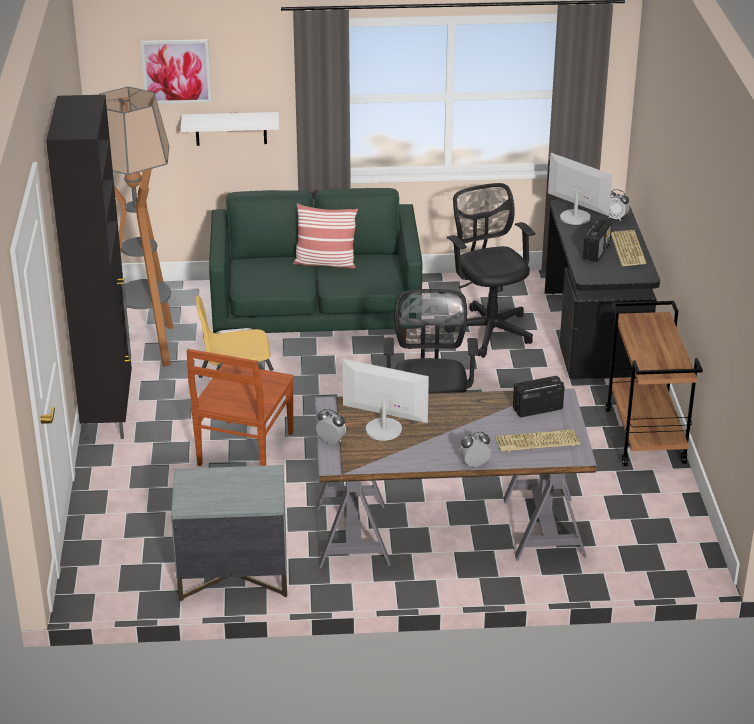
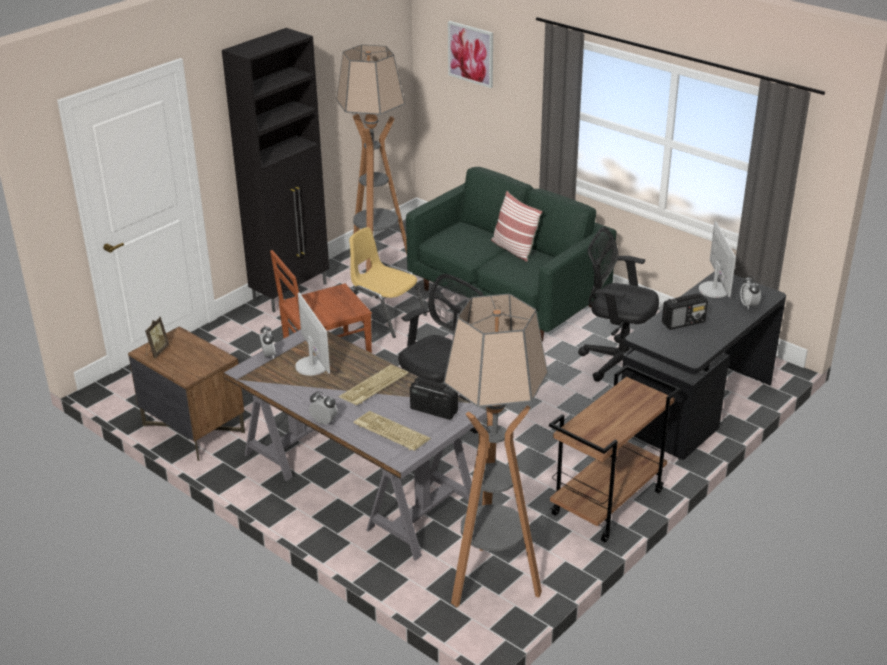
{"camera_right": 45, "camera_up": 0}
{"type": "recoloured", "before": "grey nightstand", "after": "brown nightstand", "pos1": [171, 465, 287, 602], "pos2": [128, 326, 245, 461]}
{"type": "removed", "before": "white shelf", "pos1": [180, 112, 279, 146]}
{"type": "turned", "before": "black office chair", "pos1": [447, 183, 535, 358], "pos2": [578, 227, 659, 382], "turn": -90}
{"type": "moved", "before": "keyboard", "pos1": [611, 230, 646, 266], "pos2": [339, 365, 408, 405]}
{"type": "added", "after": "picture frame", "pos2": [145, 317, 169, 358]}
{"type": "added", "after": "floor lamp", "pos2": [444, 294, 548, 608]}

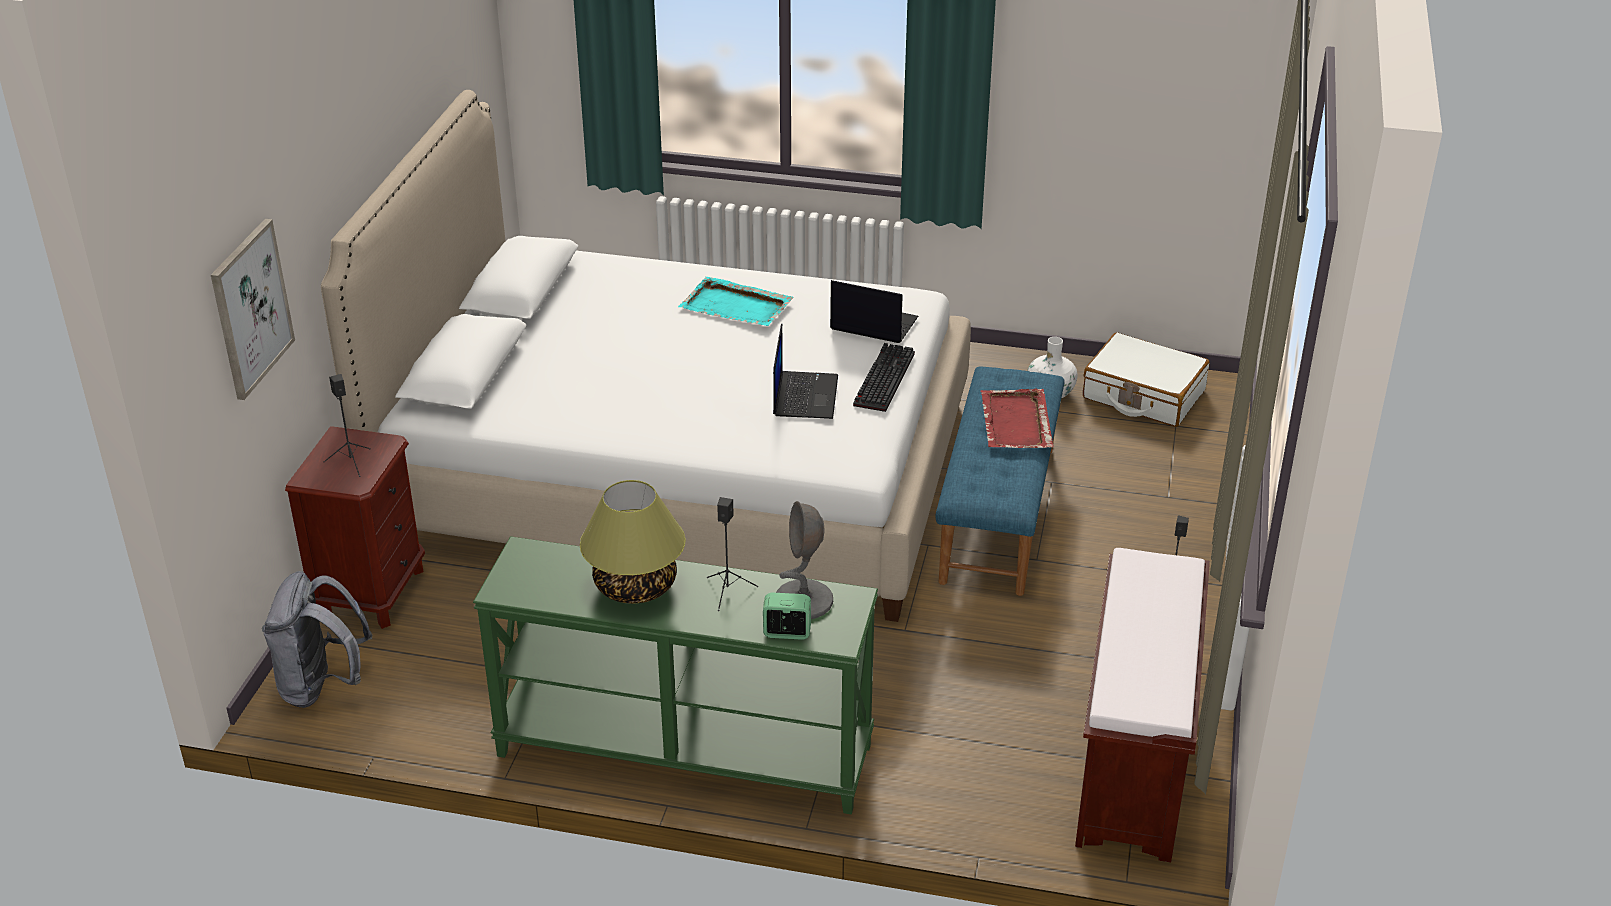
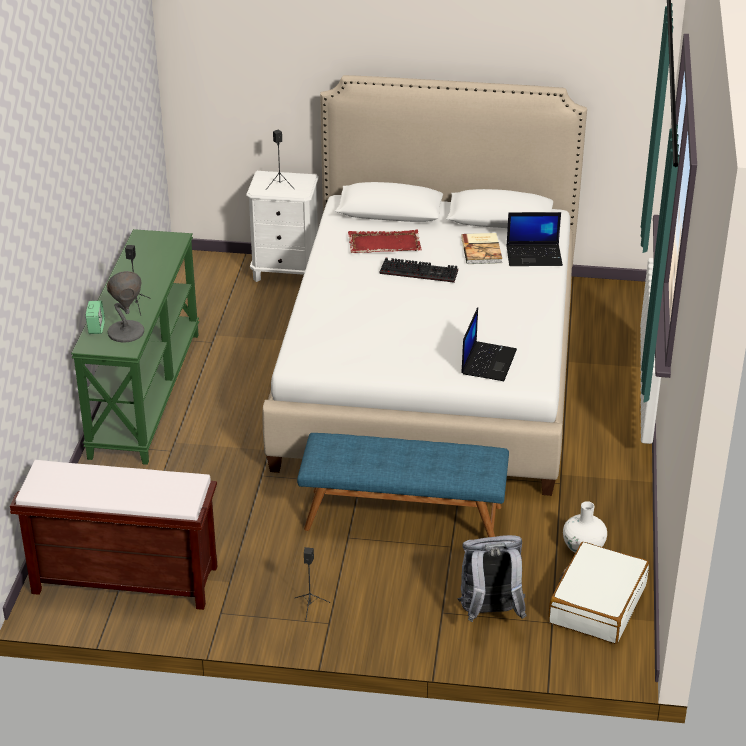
{"camera_right": 85, "camera_up": 0}
{"type": "removed", "before": "picture", "pos1": [211, 219, 295, 400]}
{"type": "moved", "before": "grey backpack", "pos1": [262, 571, 372, 708], "pos2": [458, 535, 527, 622]}
{"type": "recoloured", "before": "brown nightstand", "after": "white nightstand", "pos1": [285, 426, 425, 629], "pos2": [246, 171, 319, 282]}
{"type": "removed", "before": "table lamp", "pos1": [580, 480, 686, 604]}
{"type": "removed", "before": "turquoise tray", "pos1": [678, 277, 794, 326]}
{"type": "moved", "before": "laptop", "pos1": [773, 324, 838, 419], "pos2": [506, 212, 563, 266]}
{"type": "moved", "before": "keyboard", "pos1": [853, 343, 915, 412], "pos2": [380, 257, 458, 283]}
{"type": "moved", "before": "red tray", "pos1": [980, 389, 1054, 448], "pos2": [348, 229, 422, 253]}
{"type": "added", "after": "book", "pos2": [461, 233, 502, 264]}

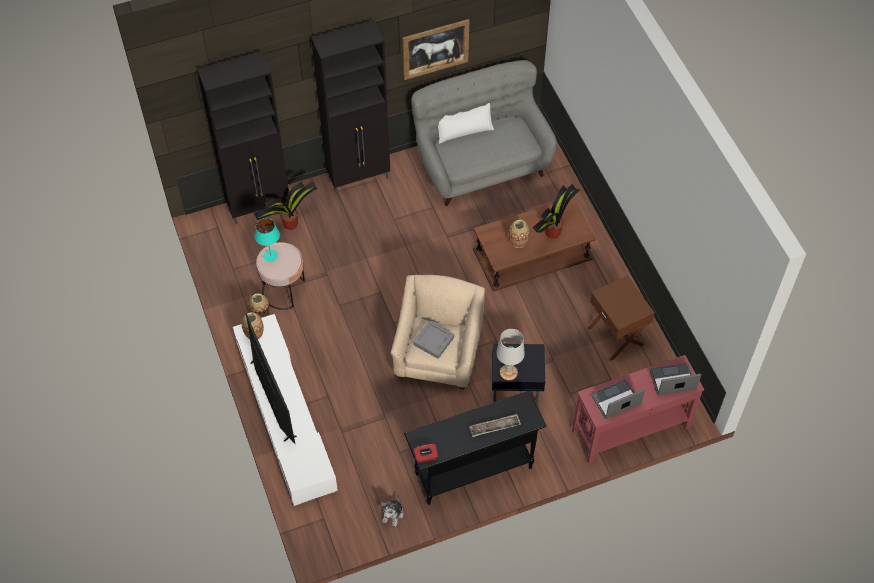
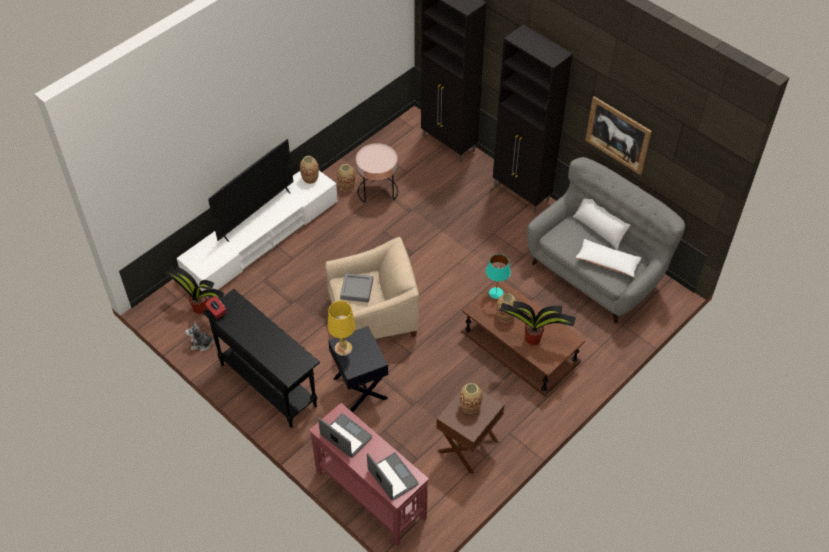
{"camera_right": 65, "camera_up": -5}
{"type": "moved", "before": "potted plant", "pos1": [254, 181, 318, 230], "pos2": [163, 266, 224, 314]}
{"type": "moved", "before": "turquoise table lamp", "pos1": [254, 218, 280, 262], "pos2": [486, 254, 511, 299]}
{"type": "removed", "before": "tray", "pos1": [469, 414, 521, 437]}
{"type": "recoloured", "before": "white table lamp", "after": "yellow table lamp", "pos1": [496, 329, 525, 380], "pos2": [328, 301, 356, 356]}
{"type": "added", "after": "vase", "pos2": [460, 383, 483, 414]}
{"type": "added", "after": "white pillow", "pos2": [575, 239, 642, 277]}

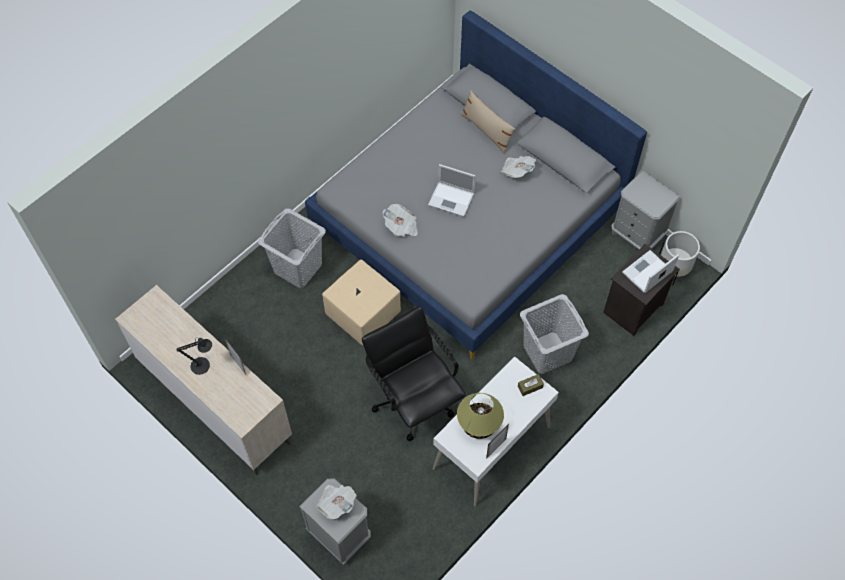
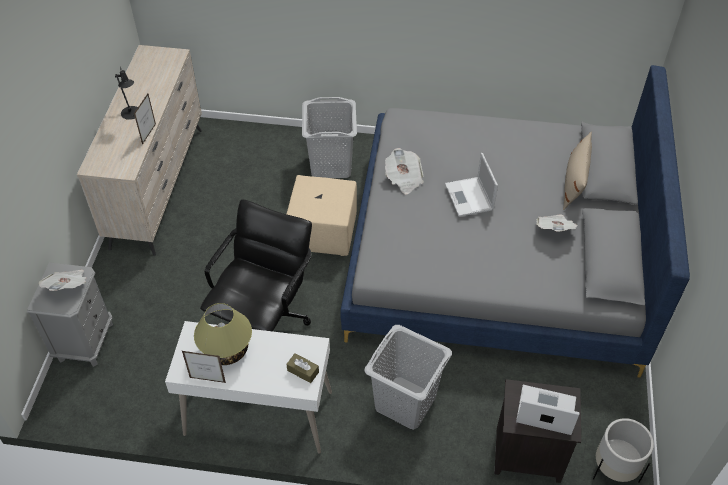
{"camera_right": 55, "camera_up": -10}
{"type": "removed", "before": "grey nightstand", "pos1": [611, 171, 680, 249]}

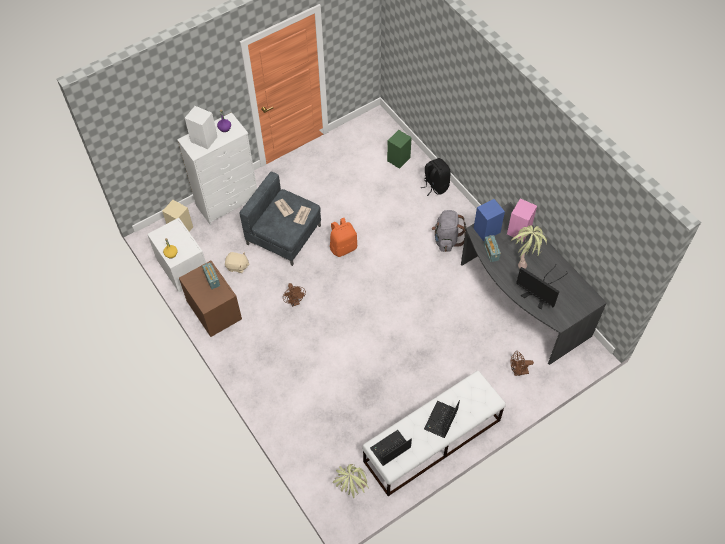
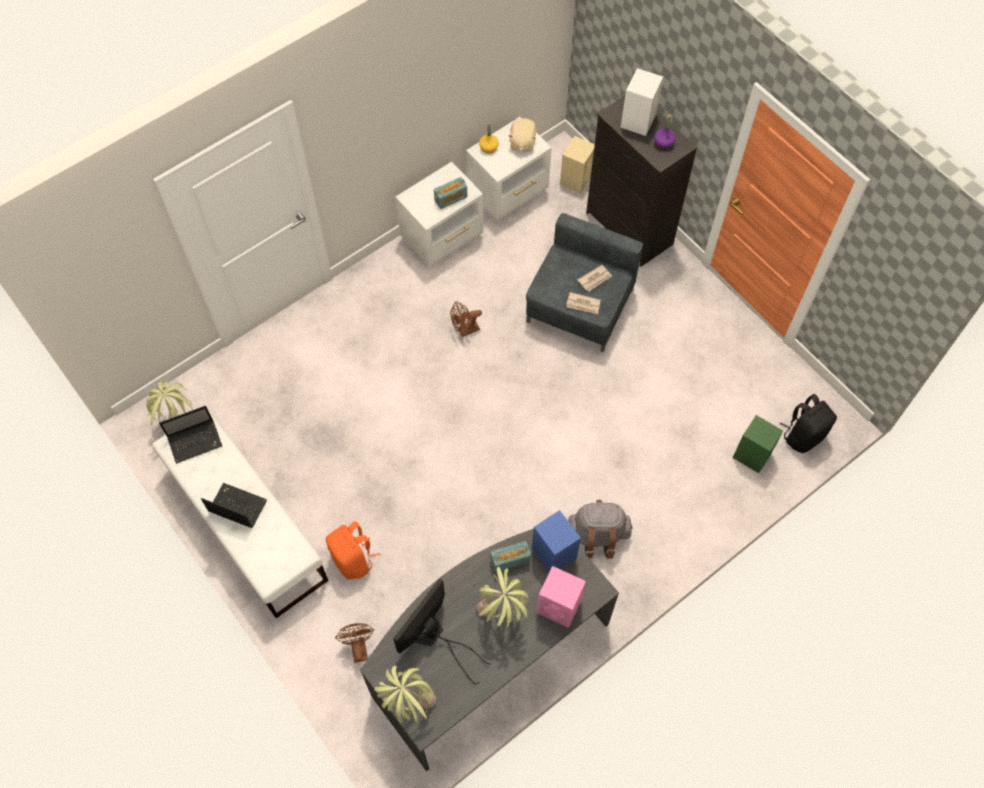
{"camera_right": 85, "camera_up": 5}
{"type": "recoloured", "before": "white dresser", "after": "black dresser", "pos1": [177, 112, 257, 225], "pos2": [586, 96, 698, 267]}
{"type": "recoloured", "before": "brown nightstand", "after": "white nightstand", "pos1": [179, 261, 242, 337], "pos2": [395, 162, 483, 267]}
{"type": "moved", "before": "beige plush toy", "pos1": [225, 252, 250, 273], "pos2": [508, 118, 537, 151]}
{"type": "moved", "before": "orange backpack", "pos1": [330, 218, 357, 257], "pos2": [326, 521, 380, 580]}
{"type": "turned", "before": "laptop", "pos1": [370, 430, 412, 466], "pos2": [159, 406, 222, 464], "turn": 105}
{"type": "moved", "before": "black backpack", "pos1": [420, 158, 451, 196], "pos2": [780, 394, 837, 453]}
{"type": "added", "after": "potted plant", "pos2": [374, 666, 436, 724]}

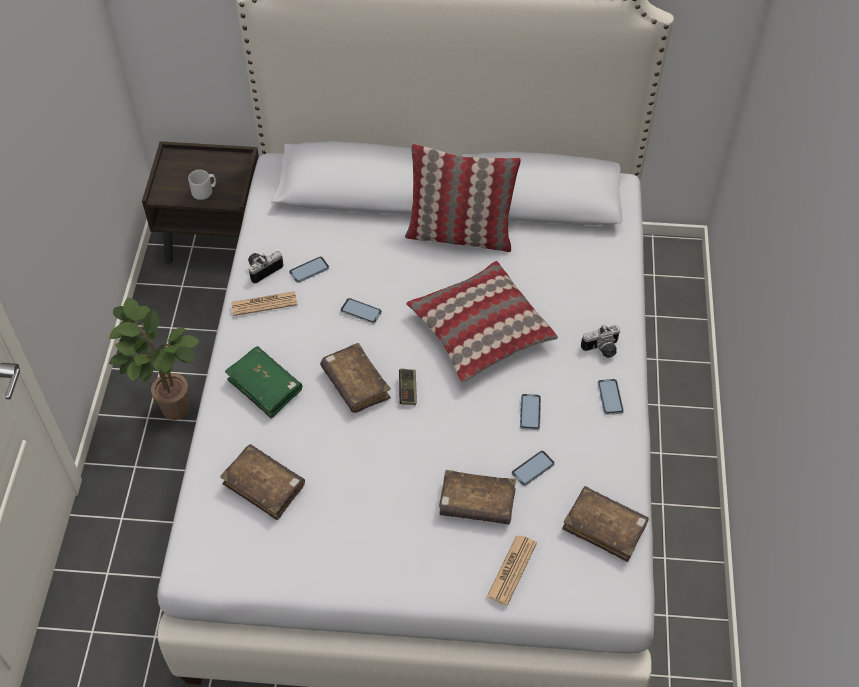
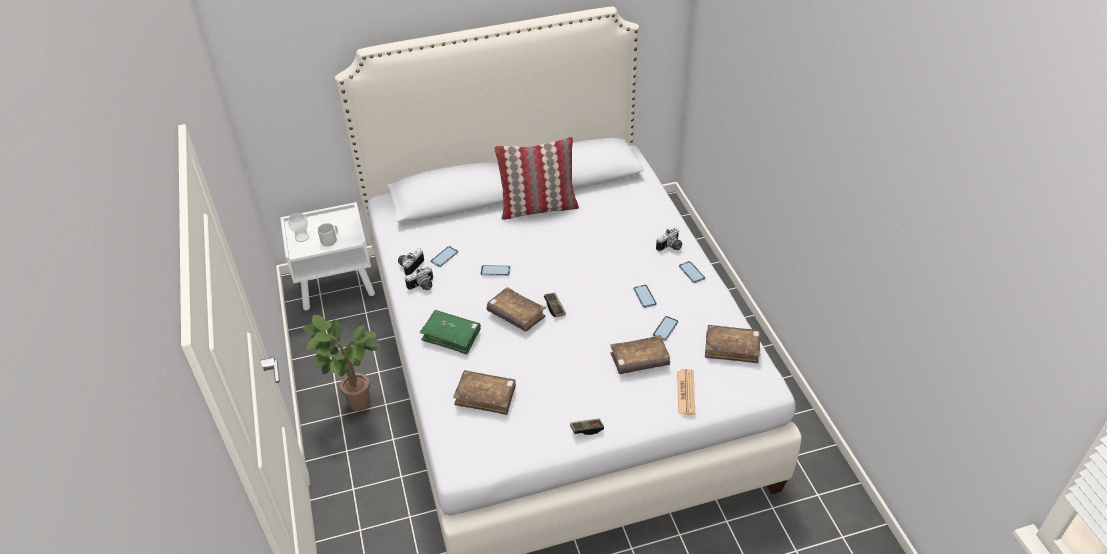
{"camera_right": -20, "camera_up": -10}
{"type": "recoloured", "before": "brown nightstand", "after": "white nightstand", "pos1": [142, 141, 259, 264], "pos2": [280, 202, 375, 310]}
{"type": "replaced", "before": "newspaper", "after": "photo camera", "pos1": [231, 291, 297, 316], "pos2": [405, 266, 433, 290]}
{"type": "removed", "before": "pillow", "pos1": [406, 261, 558, 382]}
{"type": "added", "after": "cup", "pos2": [288, 213, 309, 242]}
{"type": "added", "after": "game controller", "pos2": [570, 418, 604, 435]}

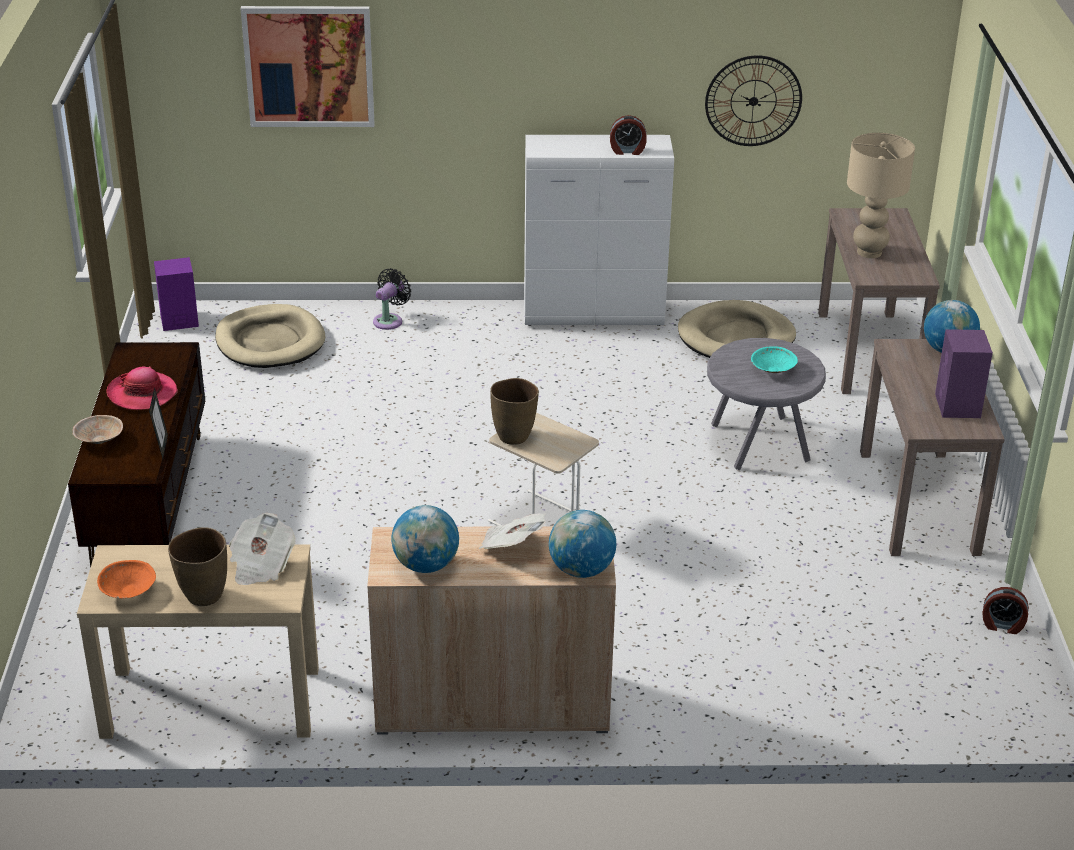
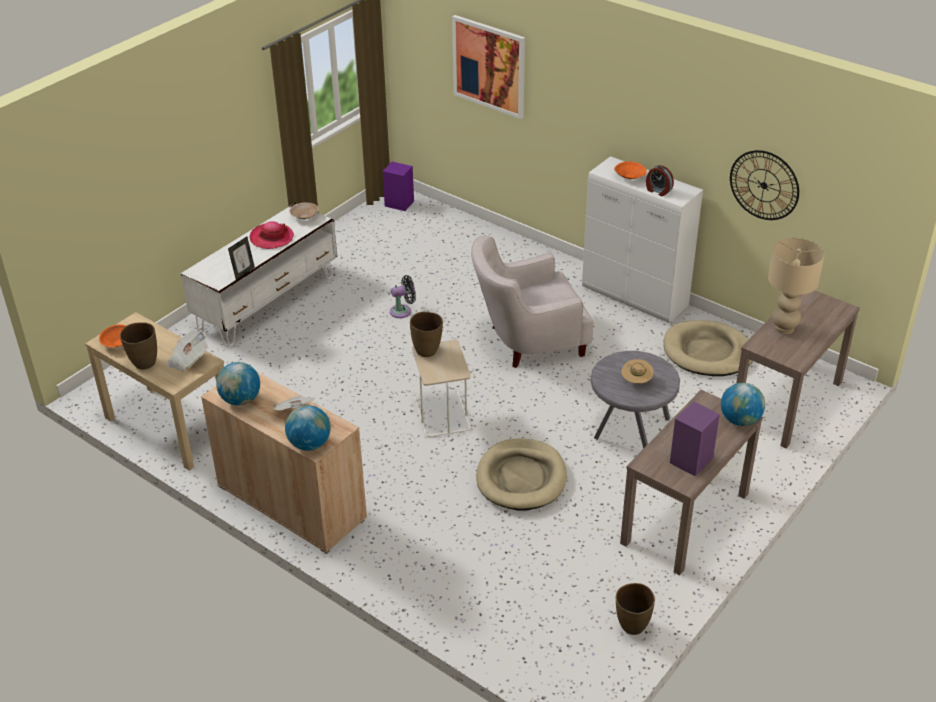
{"camera_right": 40, "camera_up": 5}
{"type": "recoloured", "before": "brown tv stand", "after": "white tv stand", "pos1": [68, 342, 205, 568], "pos2": [181, 203, 337, 347]}
{"type": "moved", "before": "beige bowl", "pos1": [72, 415, 123, 444], "pos2": [290, 202, 319, 219]}
{"type": "moved", "before": "beige dog bed", "pos1": [215, 304, 326, 368], "pos2": [476, 438, 567, 510]}
{"type": "moved", "before": "black fan", "pos1": [373, 268, 411, 330], "pos2": [390, 275, 416, 318]}
{"type": "replaced", "before": "turquoise bowl", "after": "beige hat", "pos1": [751, 346, 798, 373], "pos2": [621, 359, 654, 384]}
{"type": "replaced", "before": "alarm clock", "after": "brown vase", "pos1": [982, 587, 1029, 634], "pos2": [616, 583, 655, 635]}
{"type": "added", "after": "white armchair", "pos2": [471, 236, 593, 368]}
{"type": "added", "after": "orange bowl", "pos2": [614, 161, 647, 179]}

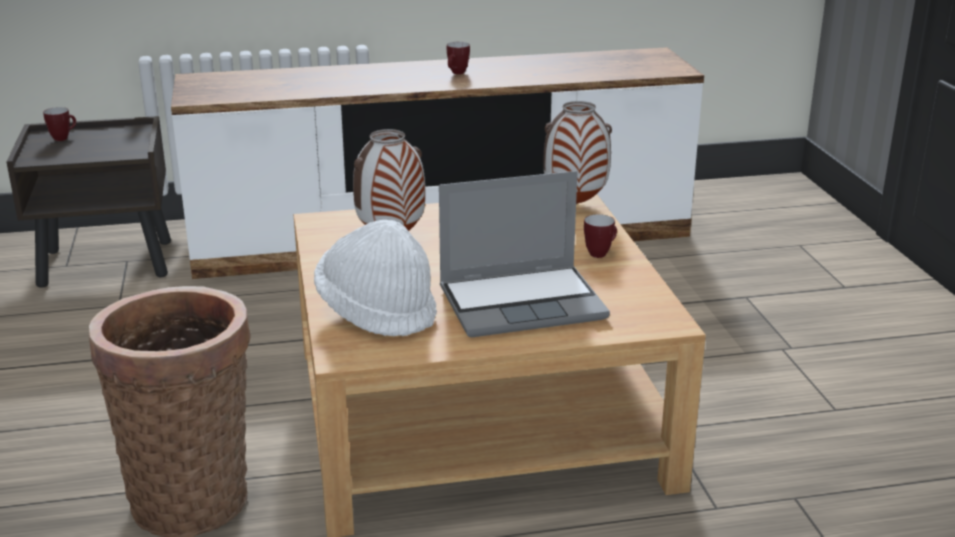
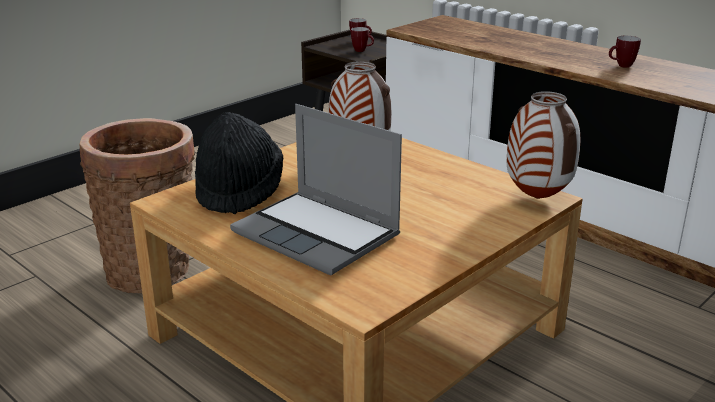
{"camera_right": 55, "camera_up": 0}
{"type": "recoloured", "before": "white hat", "after": "black hat", "pos1": [314, 220, 437, 337], "pos2": [195, 112, 283, 214]}
{"type": "moved", "before": "mug", "pos1": [584, 214, 617, 258], "pos2": [351, 27, 374, 52]}

